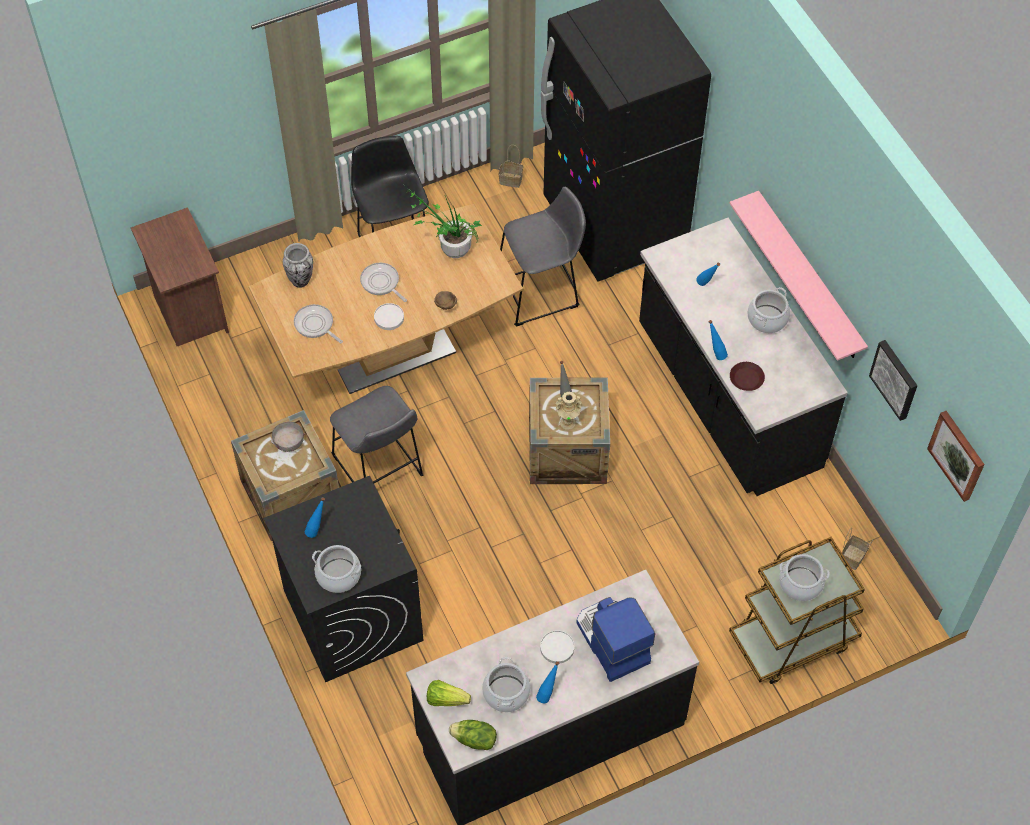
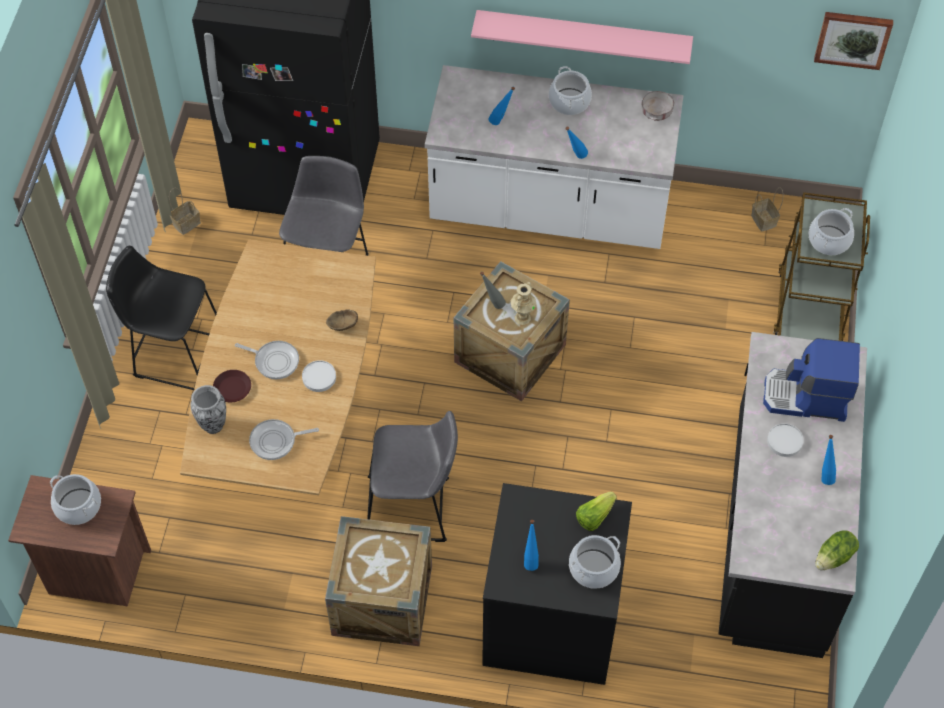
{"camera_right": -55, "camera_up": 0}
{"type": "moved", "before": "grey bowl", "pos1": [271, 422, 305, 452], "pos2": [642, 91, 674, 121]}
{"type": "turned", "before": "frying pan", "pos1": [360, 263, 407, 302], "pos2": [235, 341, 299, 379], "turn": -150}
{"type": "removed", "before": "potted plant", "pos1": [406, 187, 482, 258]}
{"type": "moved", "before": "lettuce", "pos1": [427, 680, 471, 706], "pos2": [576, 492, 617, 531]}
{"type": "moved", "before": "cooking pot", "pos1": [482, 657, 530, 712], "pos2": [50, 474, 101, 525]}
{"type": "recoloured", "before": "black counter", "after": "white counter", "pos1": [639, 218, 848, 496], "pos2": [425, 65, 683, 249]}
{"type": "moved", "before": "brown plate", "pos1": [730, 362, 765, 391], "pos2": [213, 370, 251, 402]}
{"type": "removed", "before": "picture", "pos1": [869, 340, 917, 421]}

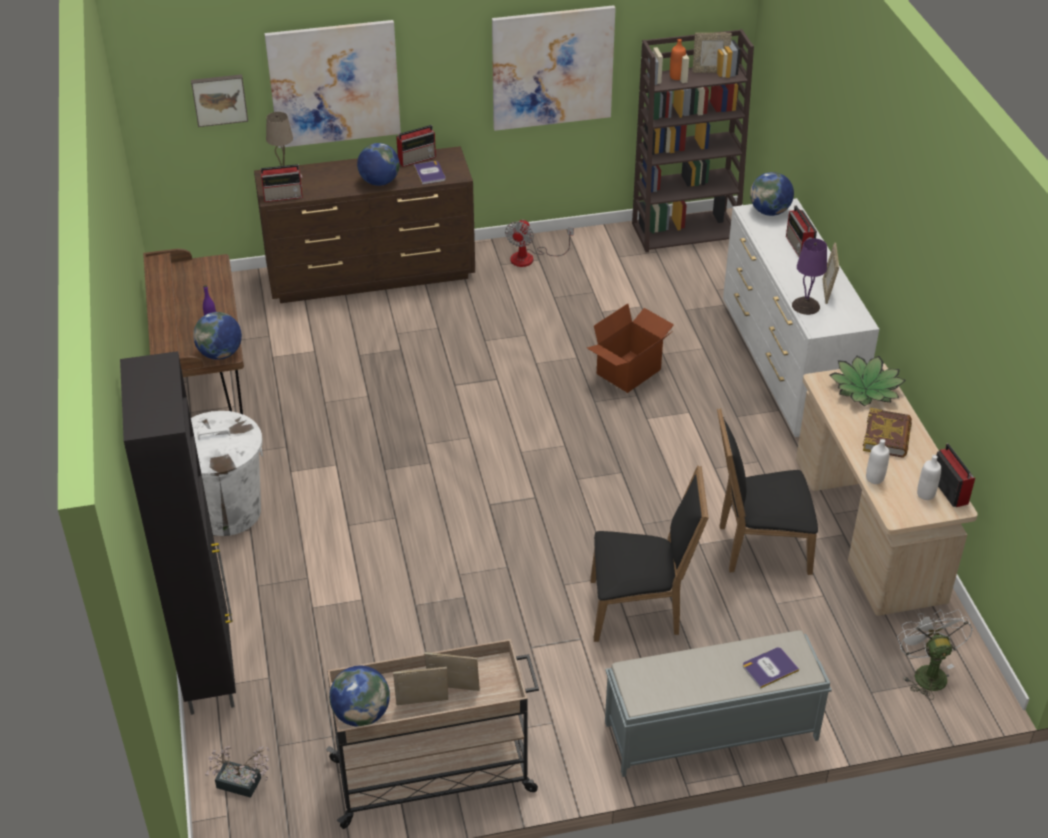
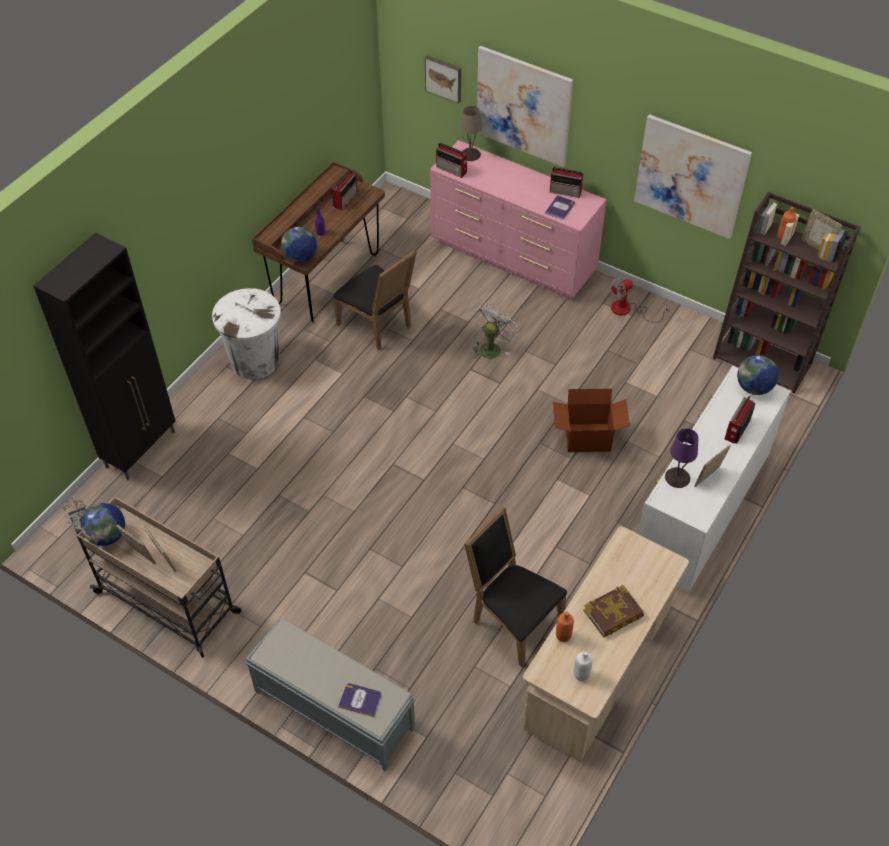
{"camera_right": 45, "camera_up": 10}
{"type": "recoloured", "before": "brown dresser", "after": "pink dresser", "pos1": [254, 146, 475, 303], "pos2": [430, 140, 607, 299]}
{"type": "removed", "before": "globe", "pos1": [357, 143, 400, 186]}
{"type": "moved", "before": "black chair", "pos1": [590, 465, 709, 642], "pos2": [333, 250, 417, 350]}
{"type": "removed", "before": "potted plant", "pos1": [829, 356, 906, 406]}
{"type": "recoloured", "before": "white bottle", "after": "orange bottle", "pos1": [866, 439, 890, 484], "pos2": [556, 611, 574, 642]}
{"type": "moved", "before": "white fan", "pos1": [897, 608, 973, 700], "pos2": [473, 302, 518, 359]}
{"type": "moved", "before": "radio", "pos1": [936, 444, 975, 507], "pos2": [332, 169, 357, 210]}

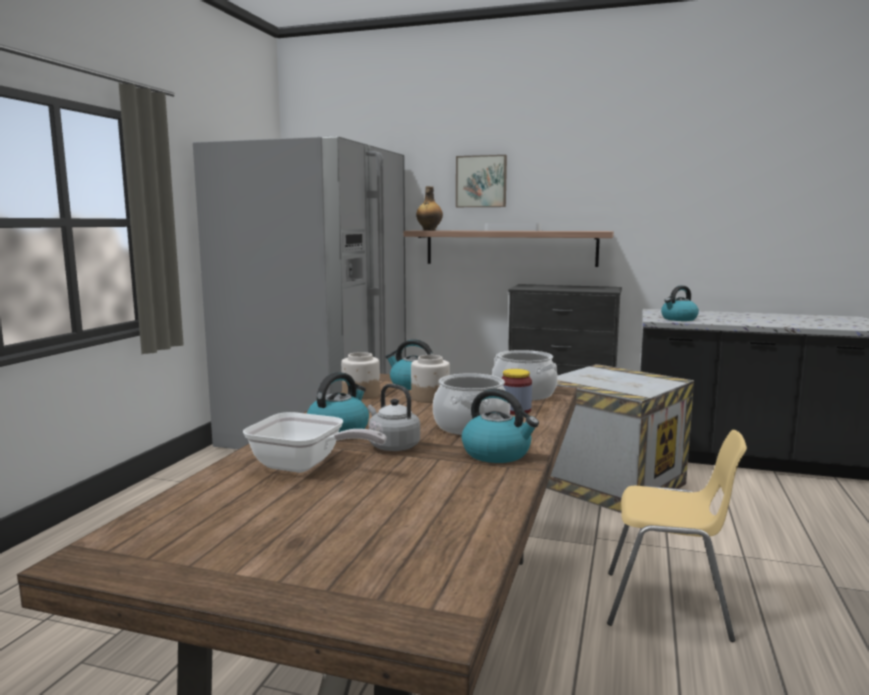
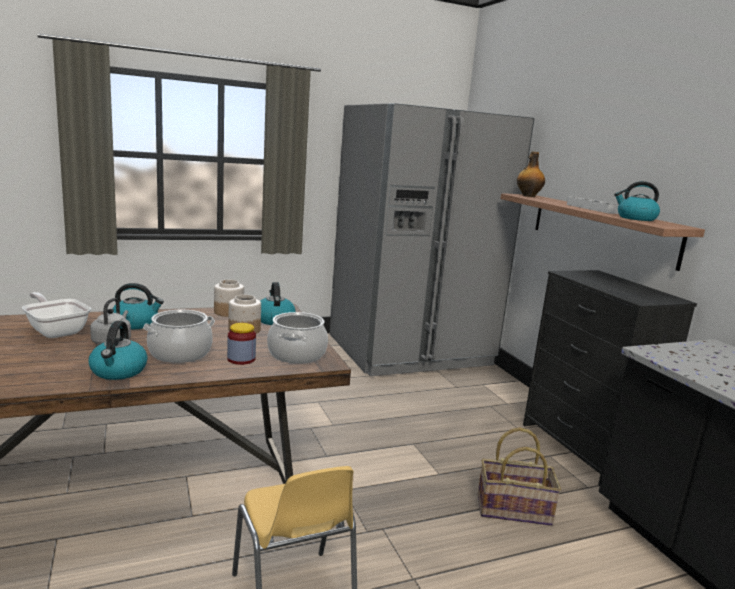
{"camera_right": 50, "camera_up": 5}
{"type": "turned", "before": "frying pan", "pos1": [243, 412, 387, 473], "pos2": [22, 292, 91, 338], "turn": 150}
{"type": "removed", "before": "picture", "pos1": [456, 155, 507, 207]}
{"type": "replaced", "before": "crate", "after": "basket", "pos1": [546, 364, 694, 513], "pos2": [478, 427, 561, 526]}
{"type": "moved", "before": "kettle", "pos1": [661, 285, 699, 321], "pos2": [614, 181, 660, 221]}

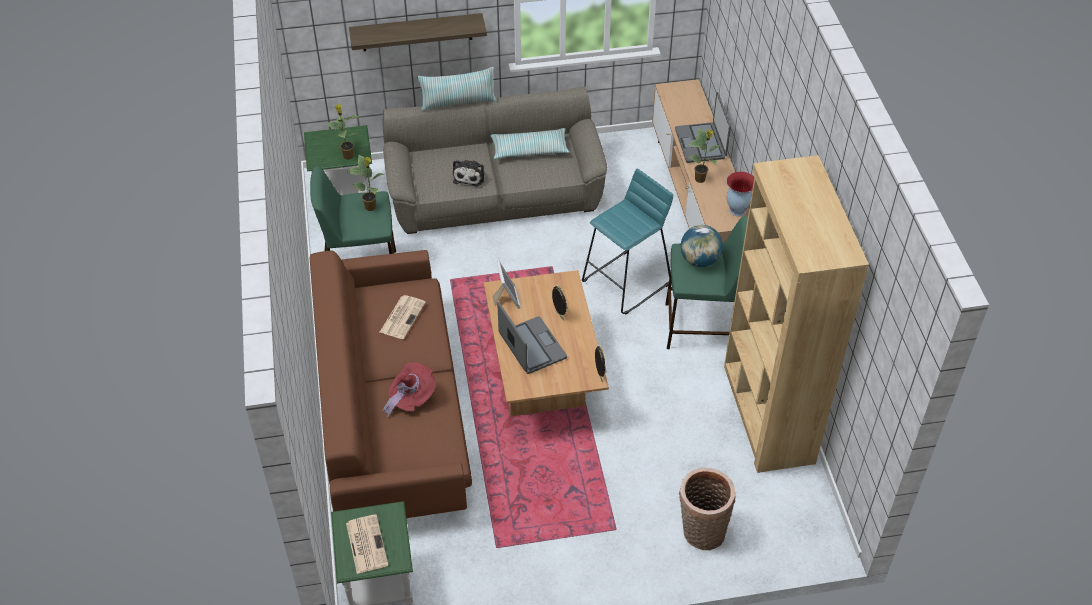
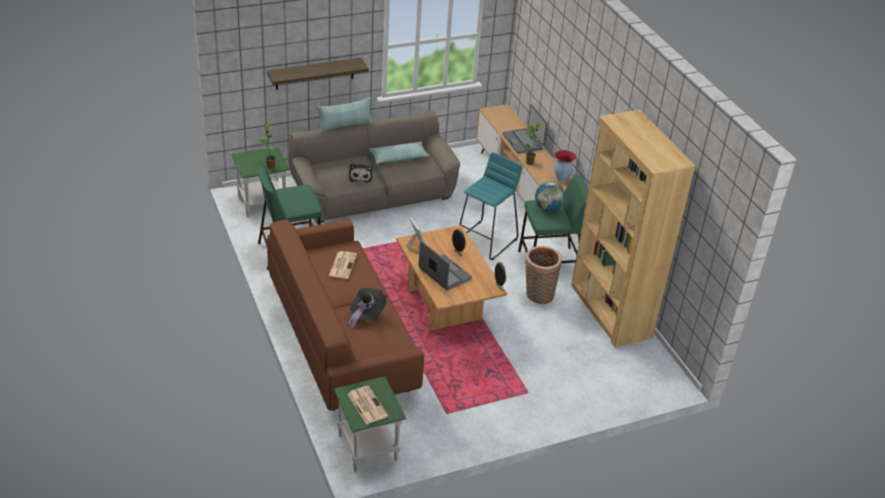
{"camera_right": -15, "camera_up": -10}
{"type": "removed", "before": "potted plant", "pos1": [347, 155, 384, 211]}
{"type": "recoloured", "before": "red hat", "after": "black hat", "pos1": [382, 362, 436, 417], "pos2": [348, 288, 387, 328]}
{"type": "moved", "before": "basket", "pos1": [679, 468, 735, 550], "pos2": [525, 246, 562, 304]}

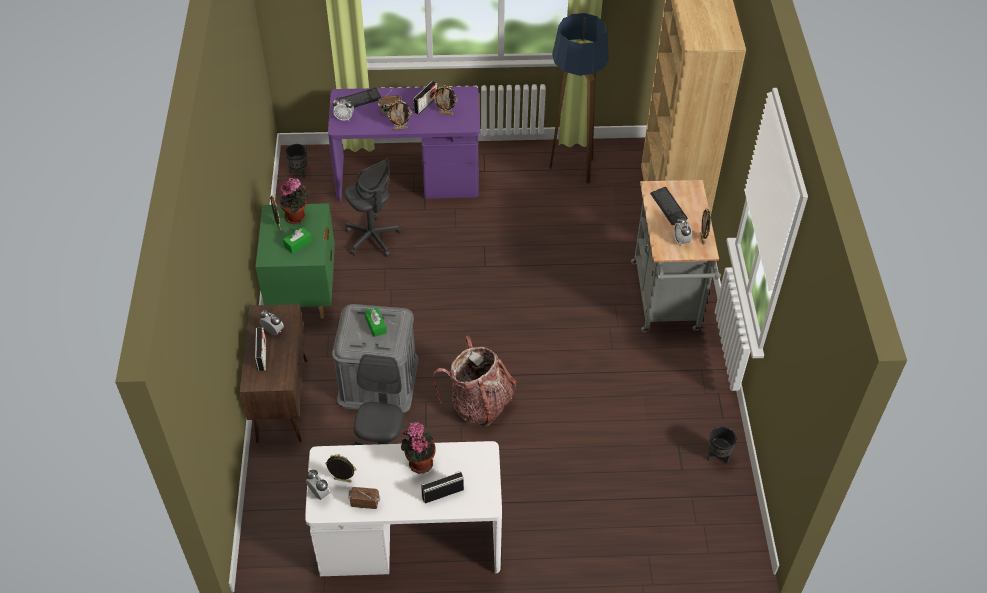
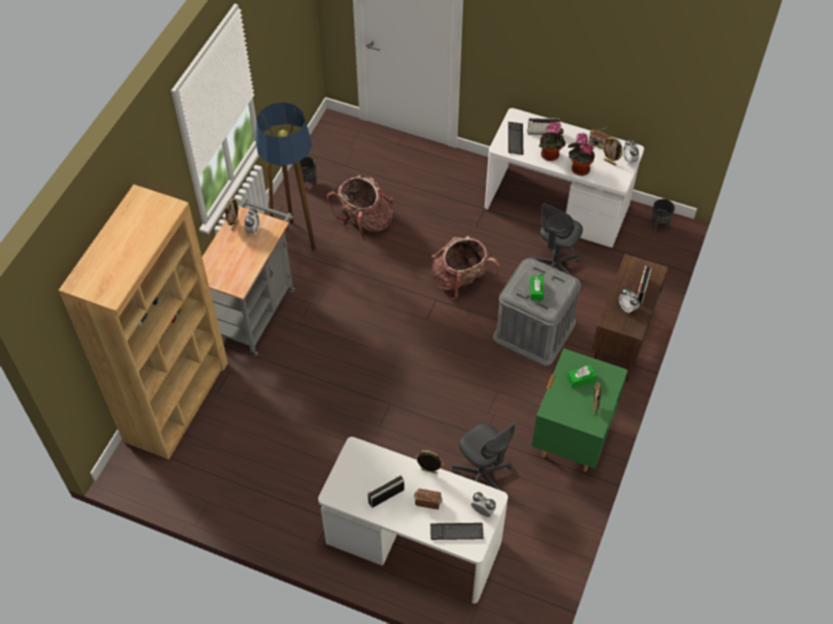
{"camera_right": -155, "camera_up": 5}
{"type": "moved", "before": "potted plant", "pos1": [280, 177, 309, 224], "pos2": [568, 133, 595, 176]}
{"type": "moved", "before": "black planter", "pos1": [285, 144, 308, 178], "pos2": [652, 199, 675, 230]}
{"type": "recoloured", "before": "purple desk", "after": "white desk", "pos1": [328, 86, 480, 201], "pos2": [318, 437, 508, 604]}
{"type": "turned", "before": "grey office chair", "pos1": [344, 159, 402, 257], "pos2": [452, 421, 516, 491], "turn": 150}
{"type": "removed", "before": "picture frame", "pos1": [433, 85, 457, 115]}
{"type": "moved", "before": "floor lamp", "pos1": [549, 13, 609, 184], "pos2": [256, 102, 316, 251]}
{"type": "moved", "before": "keyboard", "pos1": [650, 187, 688, 225], "pos2": [508, 122, 523, 155]}
{"type": "added", "after": "backpack", "pos2": [327, 175, 393, 242]}

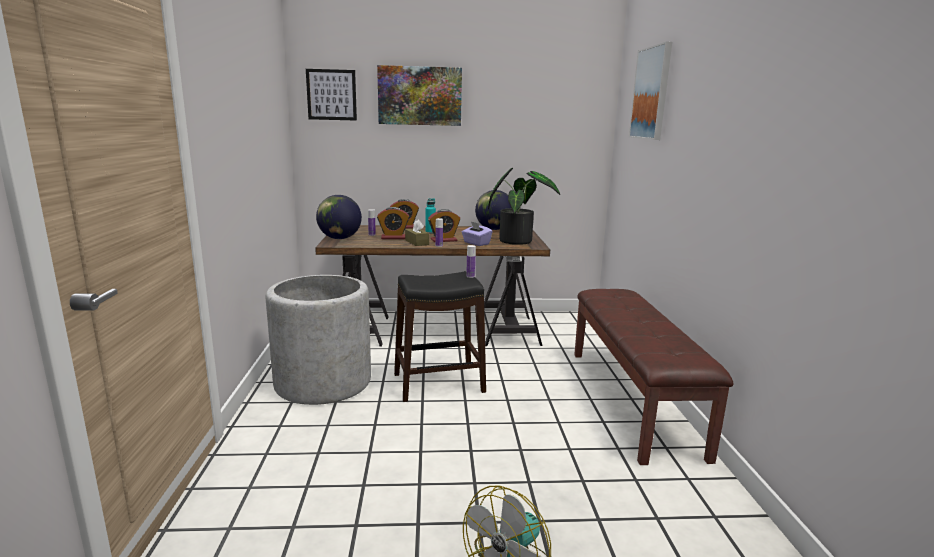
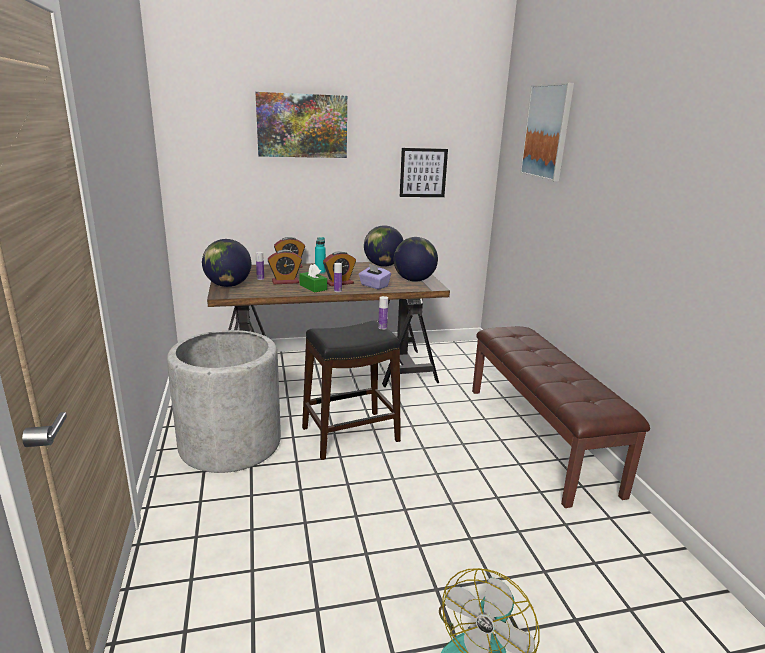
{"camera_right": -10, "camera_up": 5}
{"type": "moved", "before": "picture", "pos1": [306, 69, 357, 121], "pos2": [400, 148, 448, 197]}
{"type": "recoloured", "before": "brown tissue box", "after": "green tissue box", "pos1": [405, 220, 429, 246], "pos2": [299, 264, 327, 293]}
{"type": "replaced", "before": "potted plant", "after": "globe", "pos1": [488, 168, 560, 245], "pos2": [394, 237, 438, 282]}

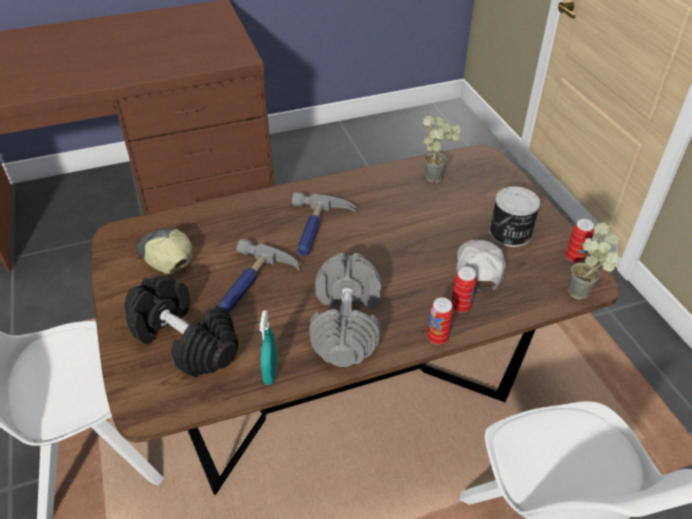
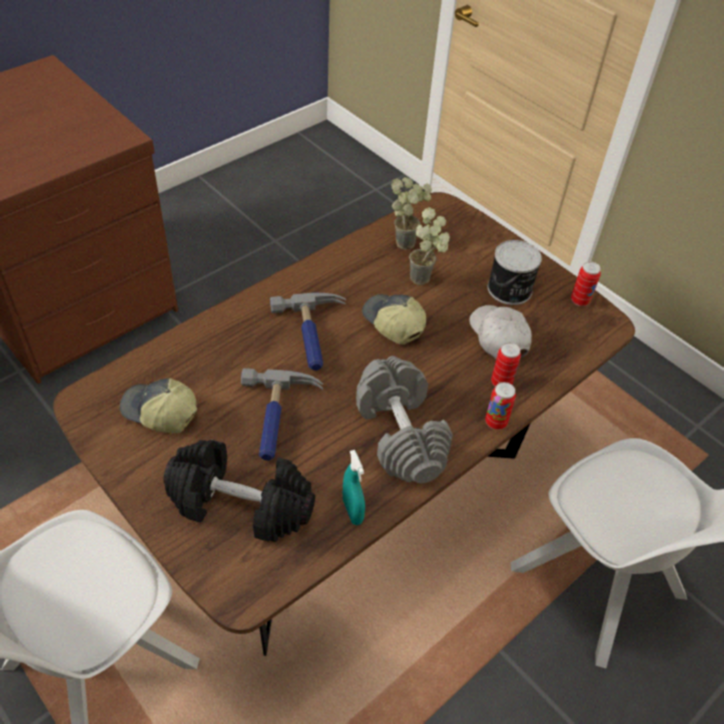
{"camera_right": -25, "camera_up": 5}
{"type": "moved", "before": "potted plant", "pos1": [568, 222, 619, 300], "pos2": [409, 207, 450, 285]}
{"type": "added", "after": "cap", "pos2": [362, 294, 426, 345]}

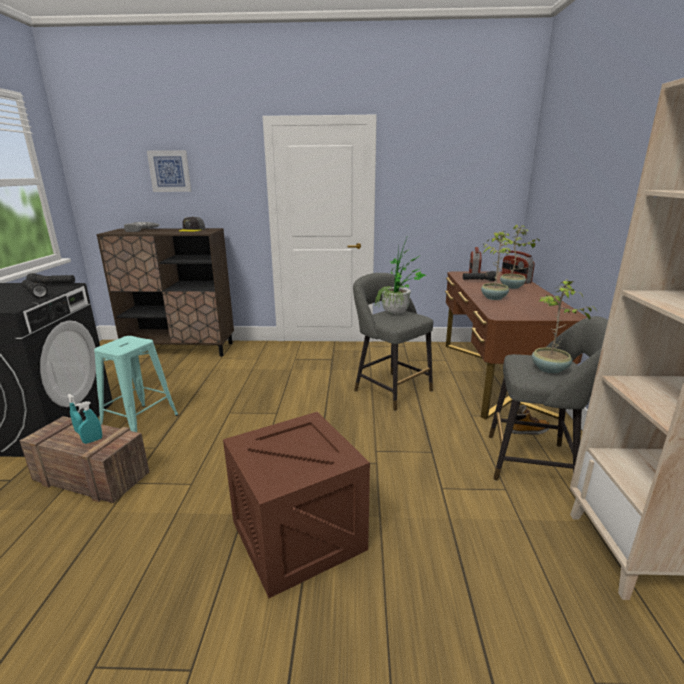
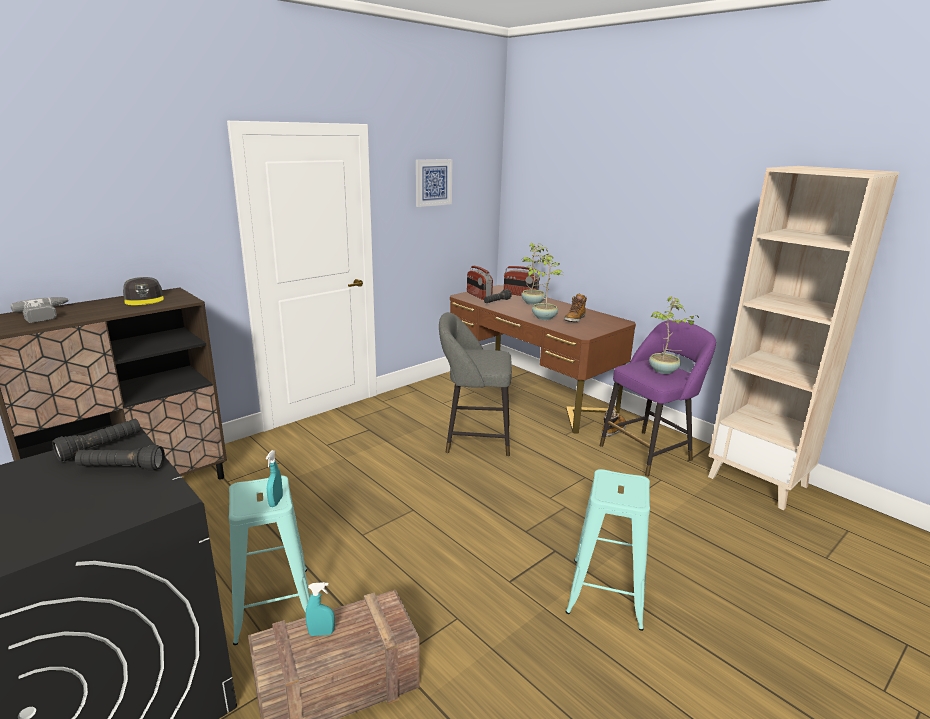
{"camera_right": -45, "camera_up": 0}
{"type": "moved", "before": "turquoise spray bottle", "pos1": [75, 401, 102, 444], "pos2": [266, 450, 283, 507]}
{"type": "moved", "before": "picture", "pos1": [147, 150, 192, 192], "pos2": [416, 159, 453, 207]}
{"type": "replaced", "before": "crate", "after": "turquoise stool", "pos1": [223, 412, 370, 598], "pos2": [566, 469, 650, 631]}
{"type": "removed", "before": "potted plant", "pos1": [374, 238, 426, 314]}
{"type": "recoloured", "before": "grey stool", "after": "purple stool", "pos1": [489, 316, 608, 480], "pos2": [599, 321, 716, 477]}
{"type": "added", "after": "boot", "pos2": [564, 294, 587, 322]}

